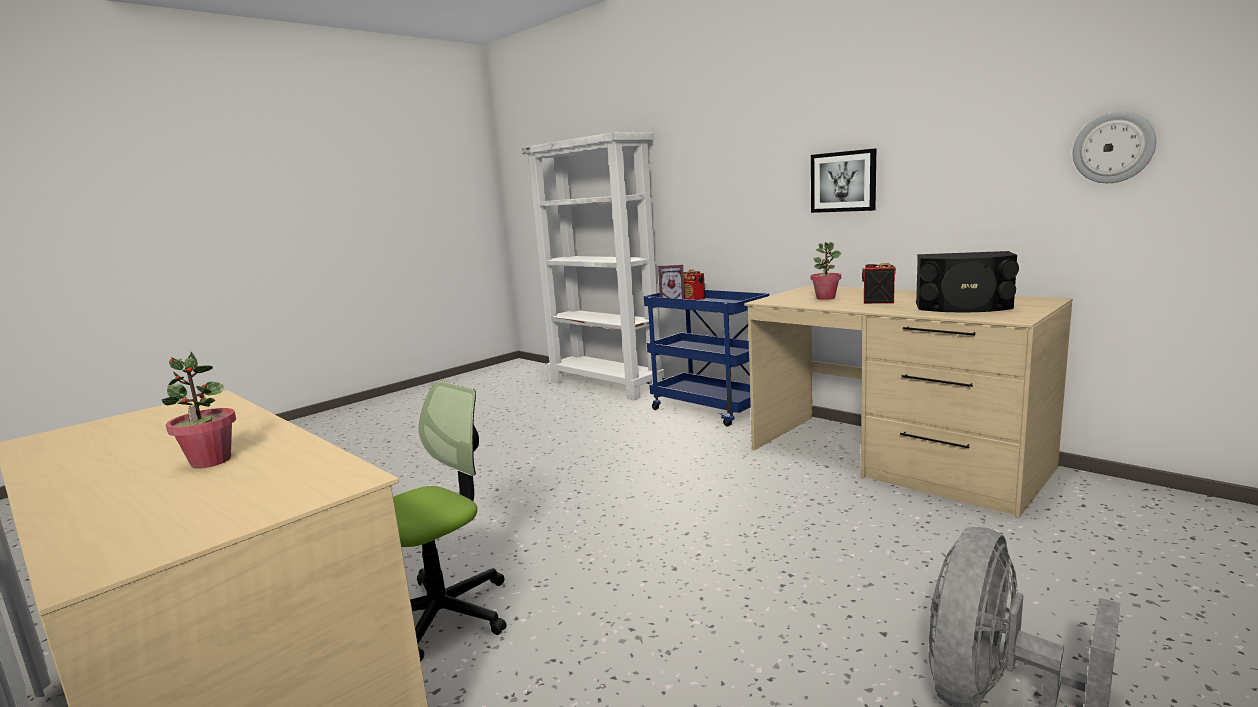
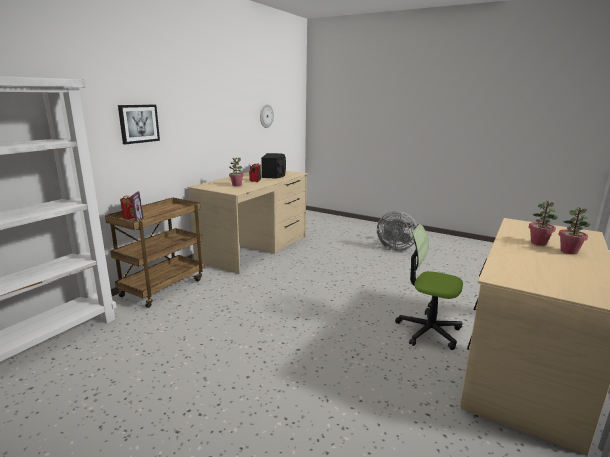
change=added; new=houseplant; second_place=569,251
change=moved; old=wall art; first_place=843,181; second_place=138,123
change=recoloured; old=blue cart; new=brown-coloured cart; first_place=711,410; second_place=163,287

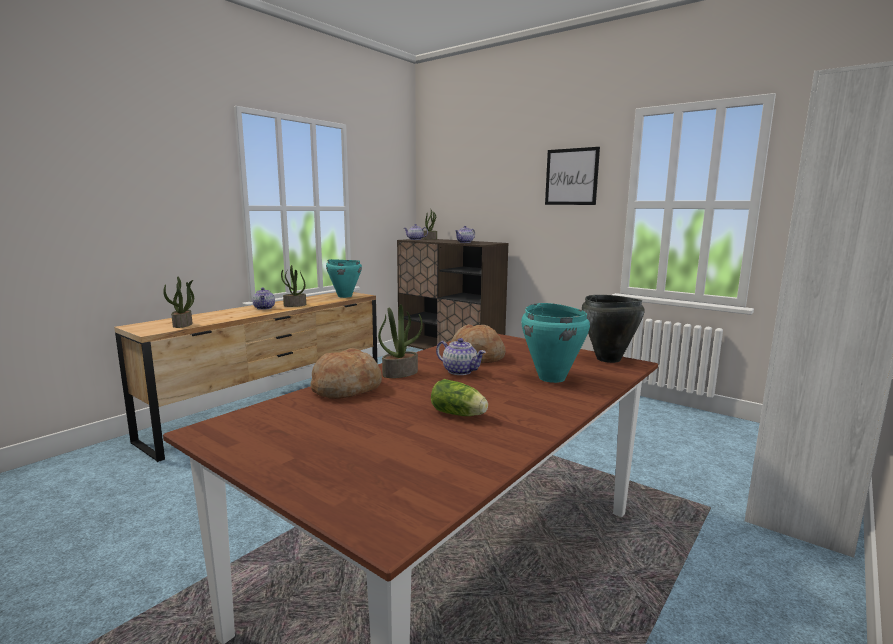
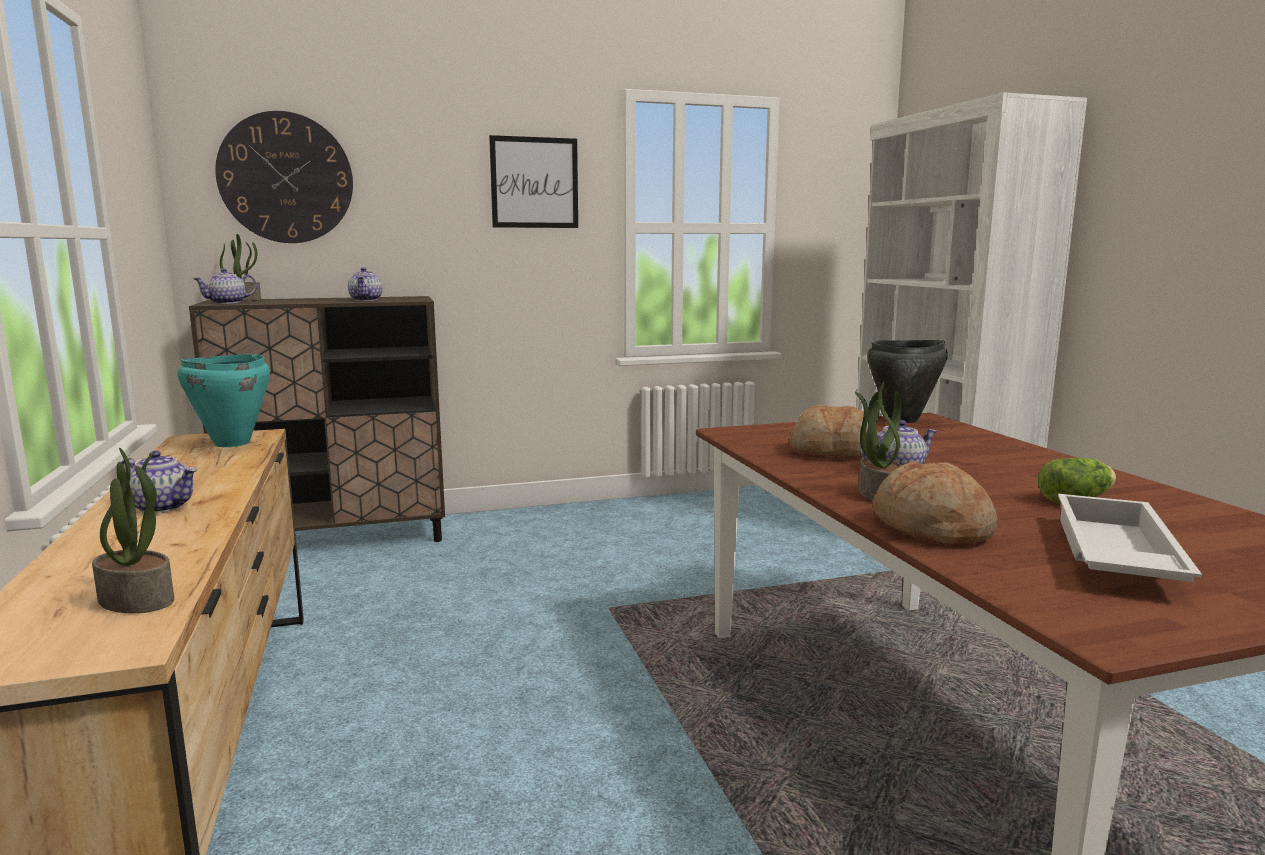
change=removed; old=houseplant; first_place=294,305
change=removed; old=turquoise-coloured cooking pot; first_place=552,378
change=added; new=hanging clock; second_place=286,178
change=added; new=whitish tray; second_place=1112,555

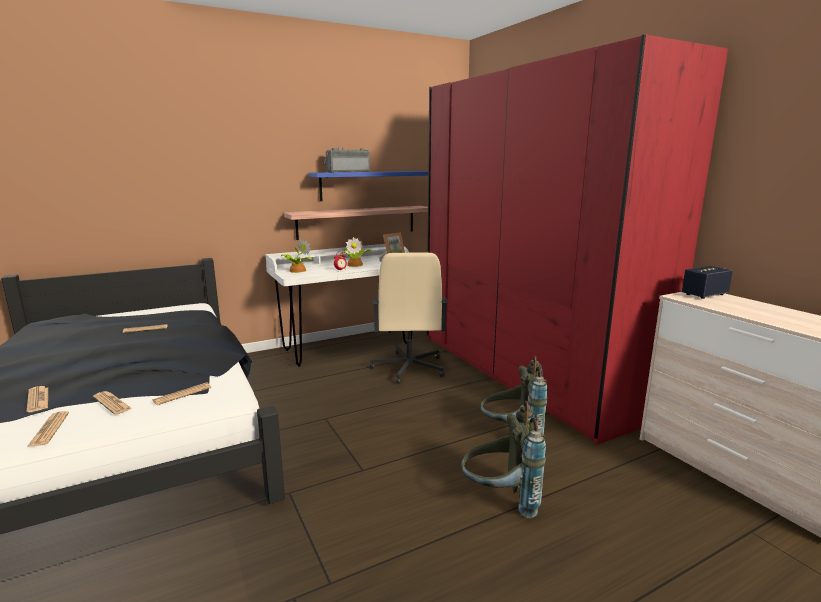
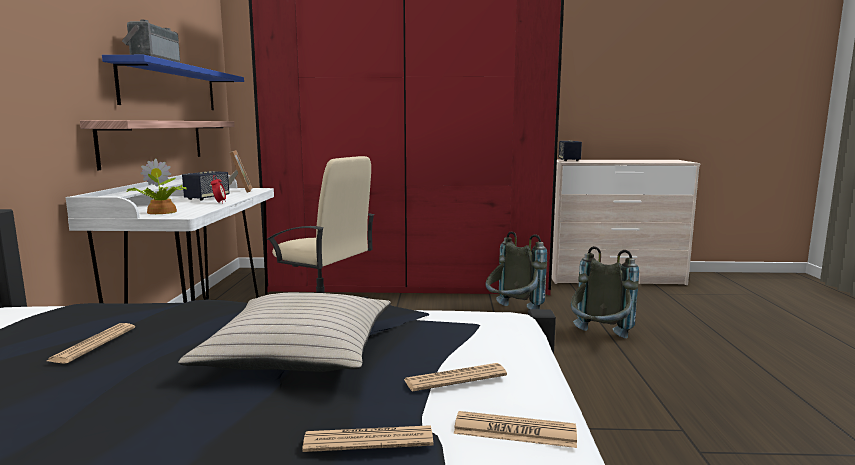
change=removed; old=daily paper; first_place=182,394
change=added; new=beige pillow; second_place=299,352
change=replaced; old=houseplant; new=speaker; first_place=355,264; second_place=207,198

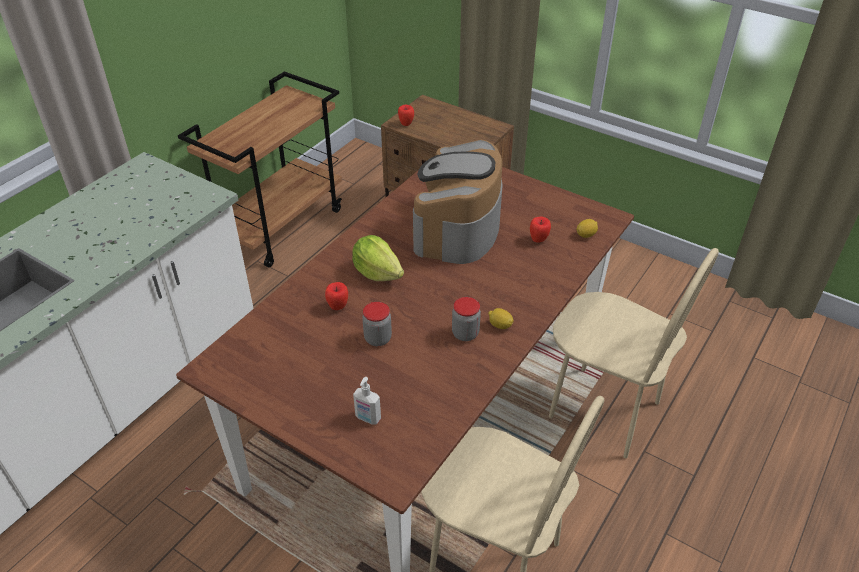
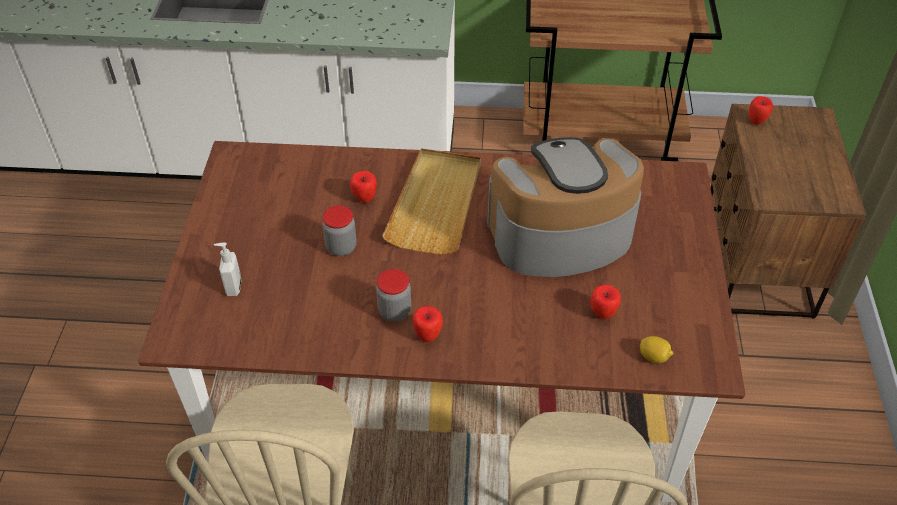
change=replaced; old=lettuce; new=beige tray; first_place=377,272; second_place=436,204
change=replaced; old=whole lemon; new=apple; first_place=500,325; second_place=428,336

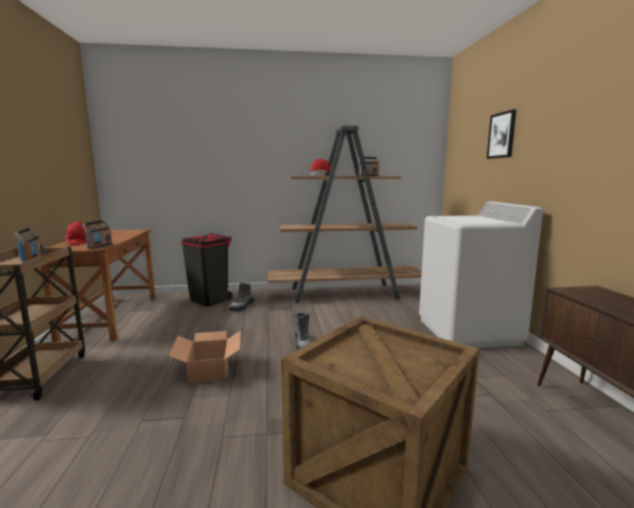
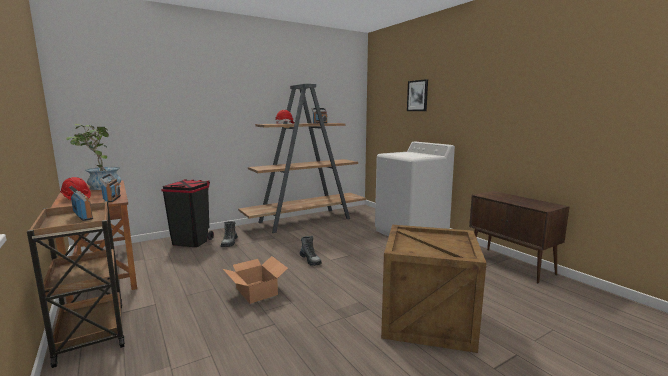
change=added; new=houseplant; second_place=100,187

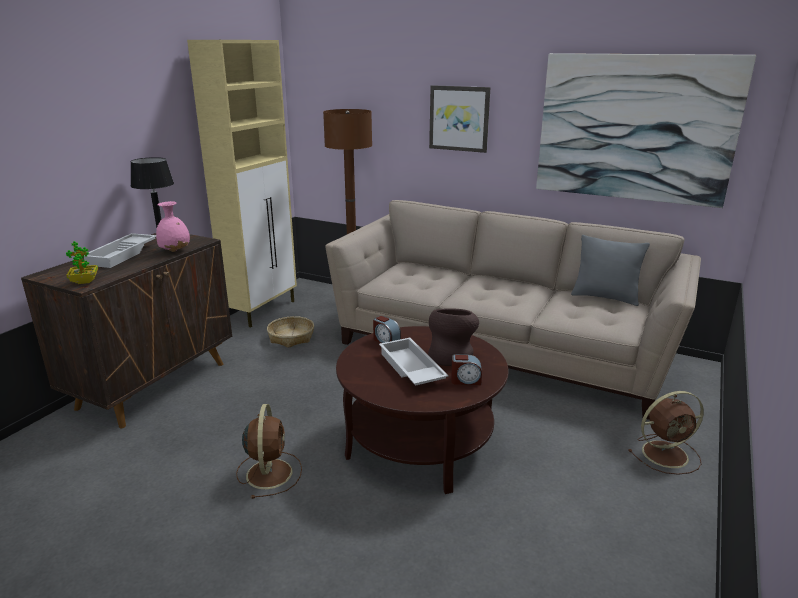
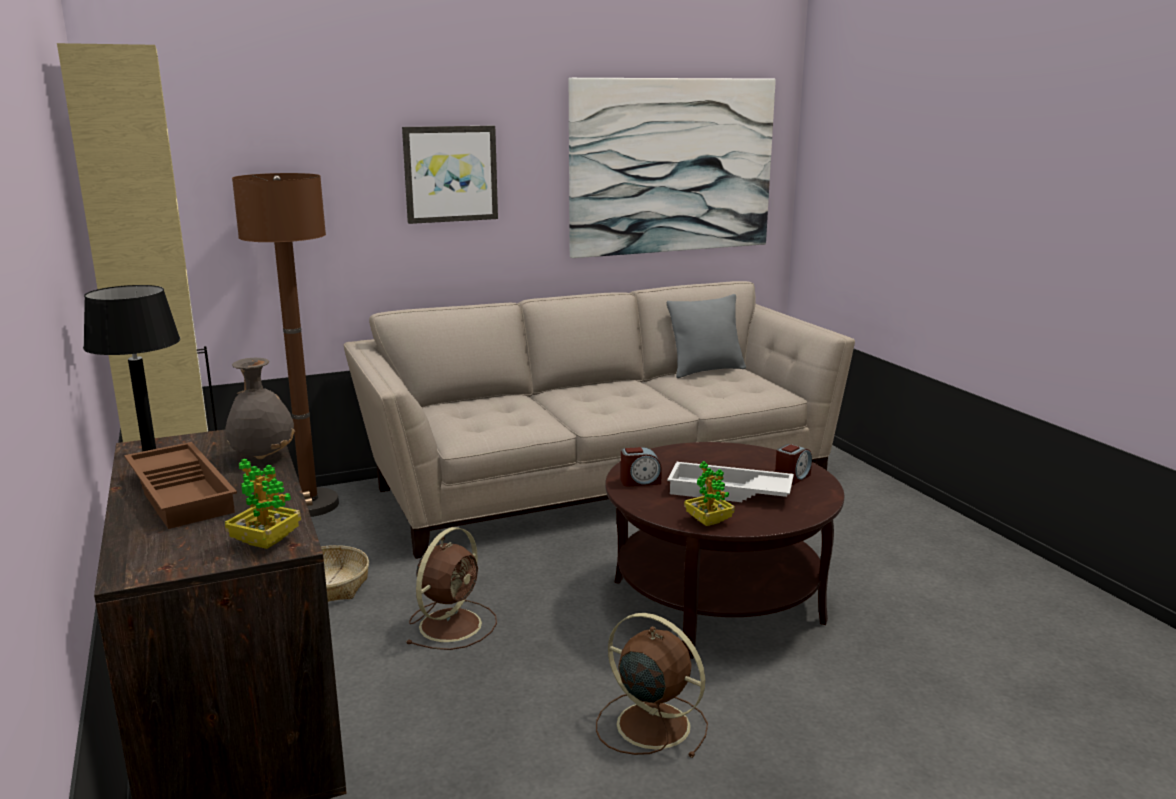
change=removed; old=brown-coloured decorative vase; first_place=451,355
change=added; new=houseplant; second_place=708,521
change=moved; old=brown-coloured fan; first_place=666,454; second_place=452,624
change=recoloured; old=whitish tray; new=brown-coloured tray; first_place=123,255; second_place=184,493
change=recoloured; old=pink decorative vase; new=grey decorative vase; first_place=175,251; second_place=263,456

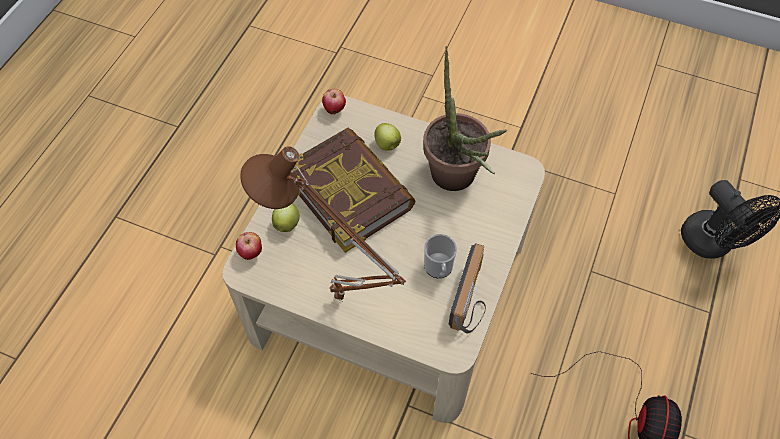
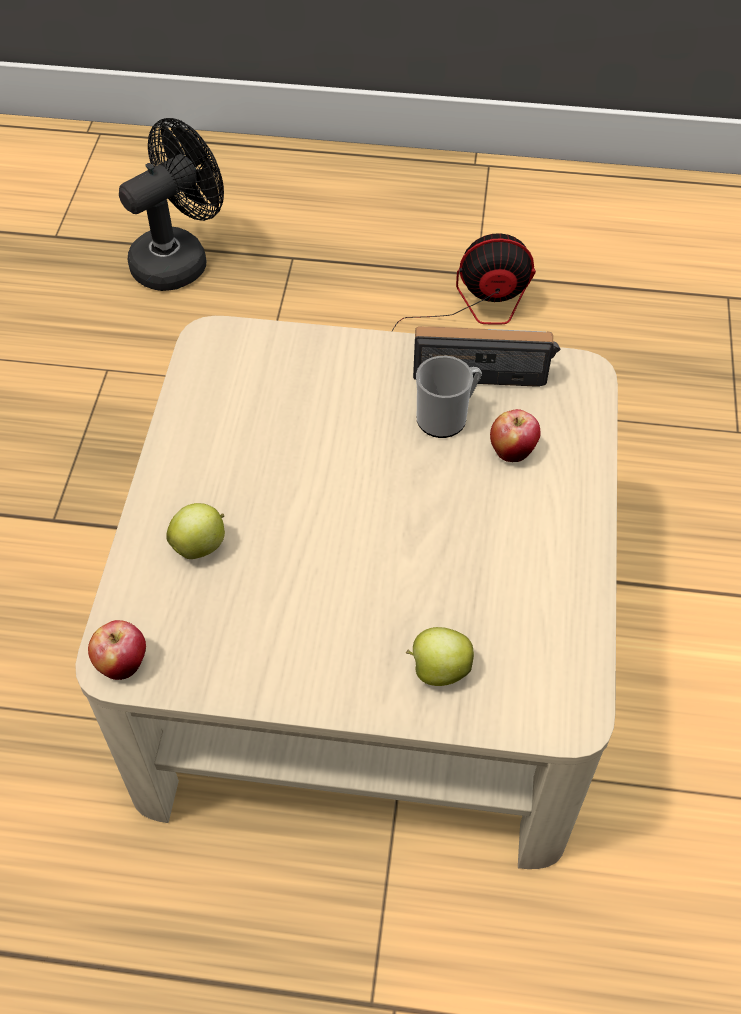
change=removed; old=brown-coloured tabletop lamp; first_place=336,302
change=removed; old=volume; first_place=349,192
change=removed; old=houseplant; first_place=456,181
change=moved; old=apple; first_place=251,253; second_place=512,451

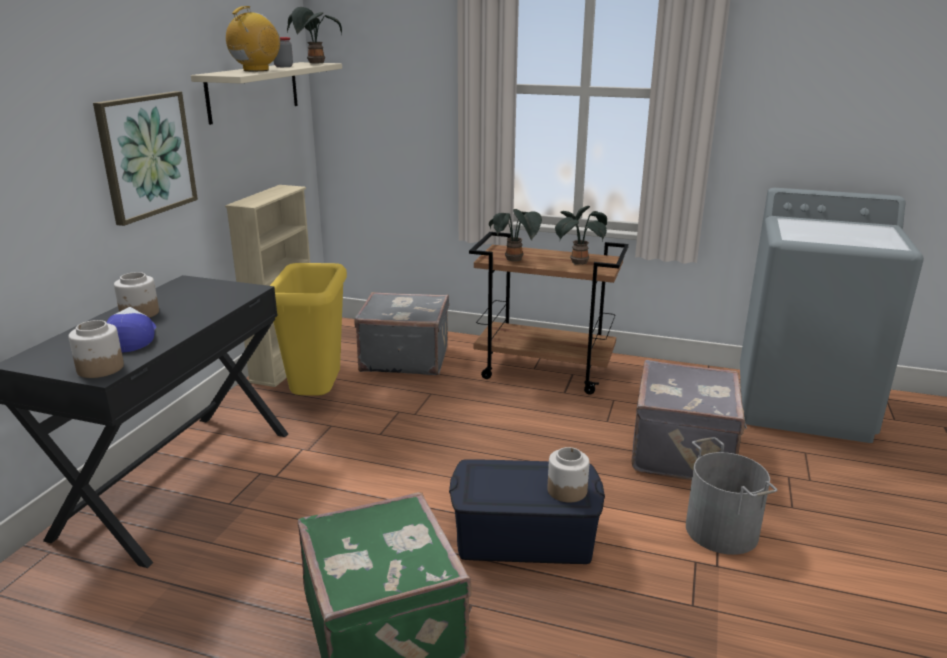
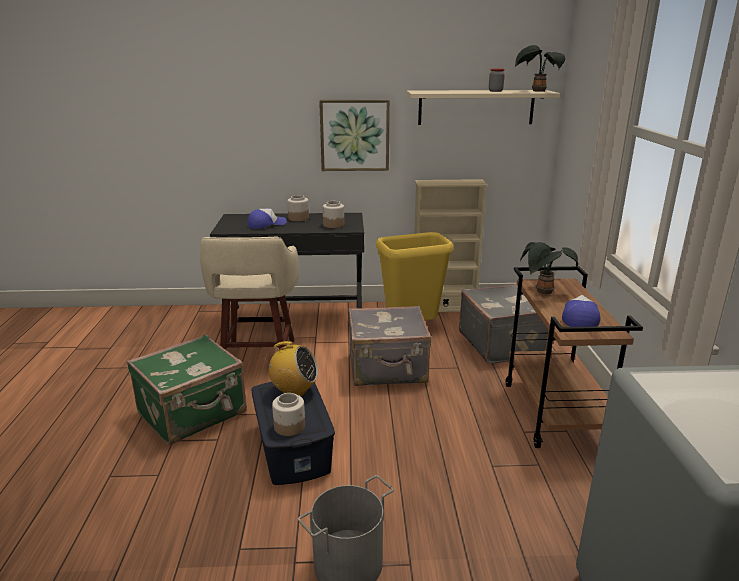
change=added; new=beige sitting stool; second_place=258,357
change=moved; old=storage jar; first_place=100,368; second_place=333,225
change=moved; old=radio receiver; first_place=255,70; second_place=294,391
change=moved; old=grey piece of luggage; first_place=684,451; second_place=388,369
change=replaced; old=houseplant; new=cap; first_place=578,262; second_place=579,318

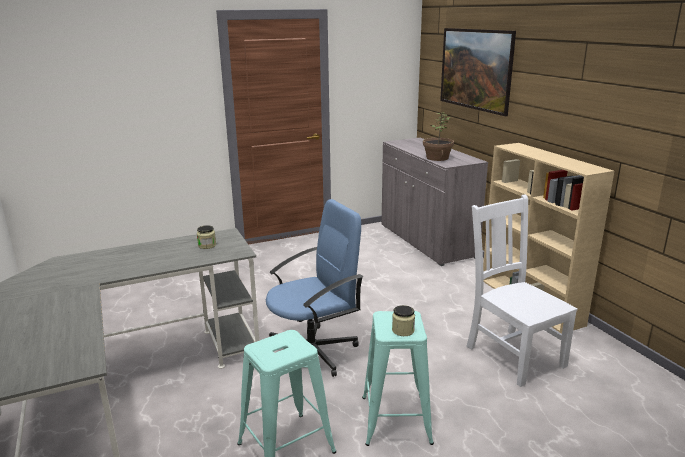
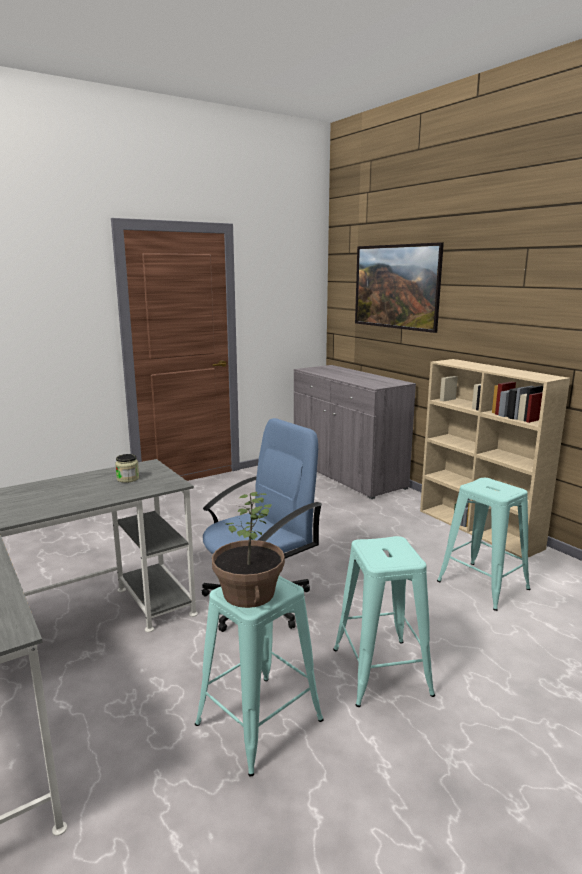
change=removed; old=storage jar; first_place=403,330
change=moved; old=houseplant; first_place=437,158; second_place=248,593
change=replaced; old=whitish upright chair; new=turquoise-coloured sitting stool; first_place=512,354; second_place=482,585

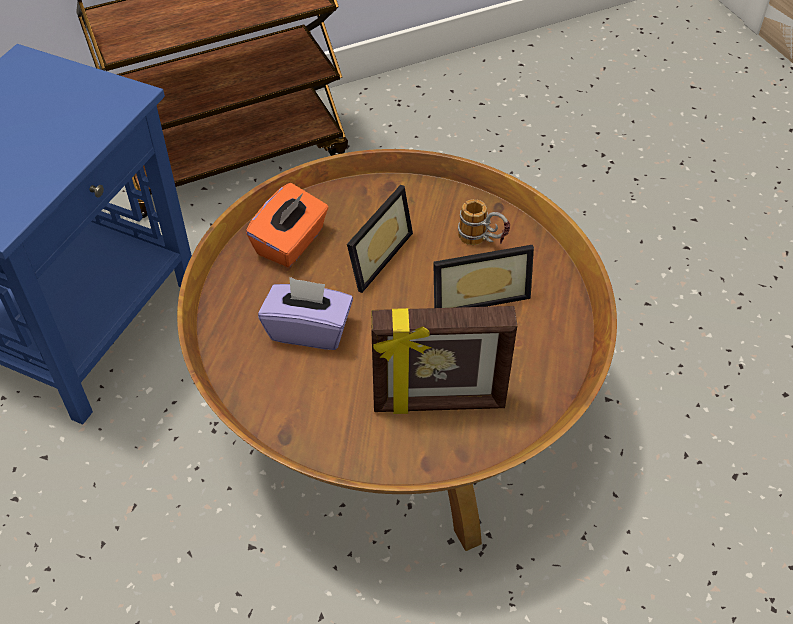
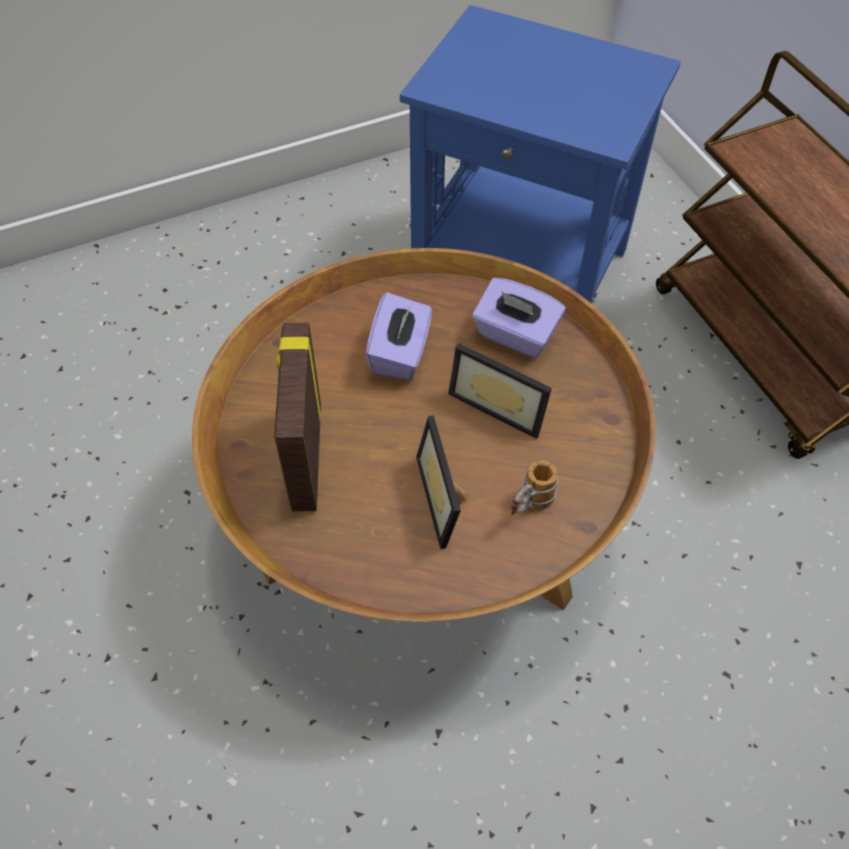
change=recoloured; old=orange tissue box; new=purplish tissue box; first_place=291,243; second_place=515,335

